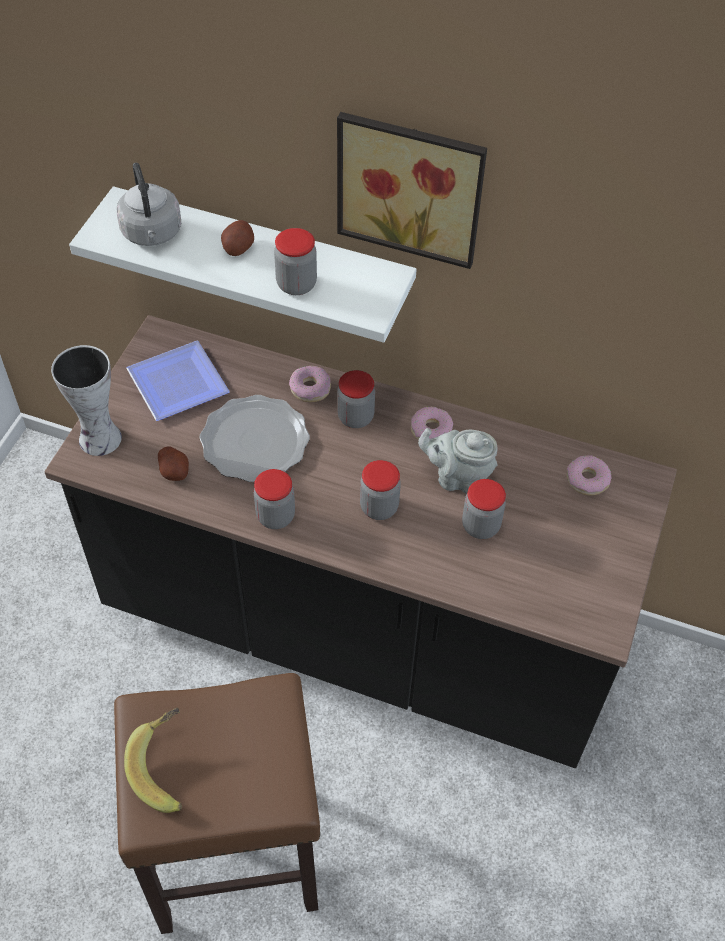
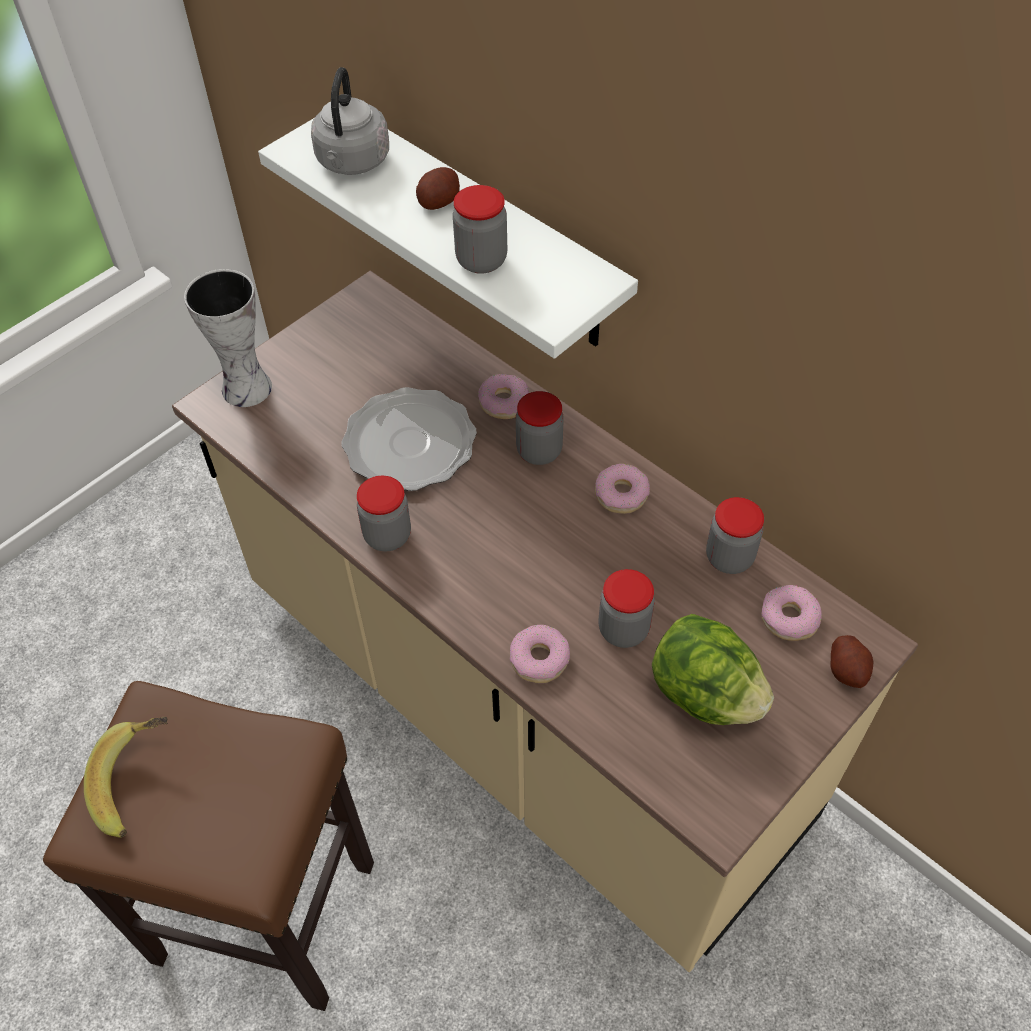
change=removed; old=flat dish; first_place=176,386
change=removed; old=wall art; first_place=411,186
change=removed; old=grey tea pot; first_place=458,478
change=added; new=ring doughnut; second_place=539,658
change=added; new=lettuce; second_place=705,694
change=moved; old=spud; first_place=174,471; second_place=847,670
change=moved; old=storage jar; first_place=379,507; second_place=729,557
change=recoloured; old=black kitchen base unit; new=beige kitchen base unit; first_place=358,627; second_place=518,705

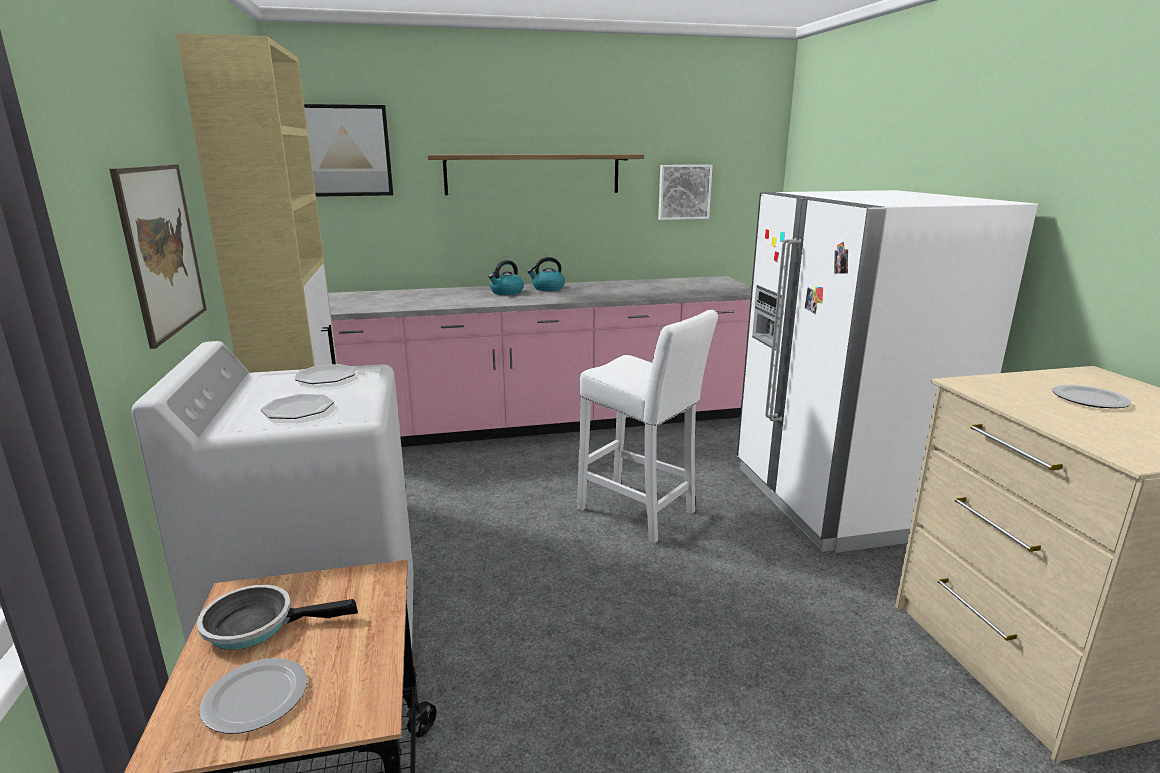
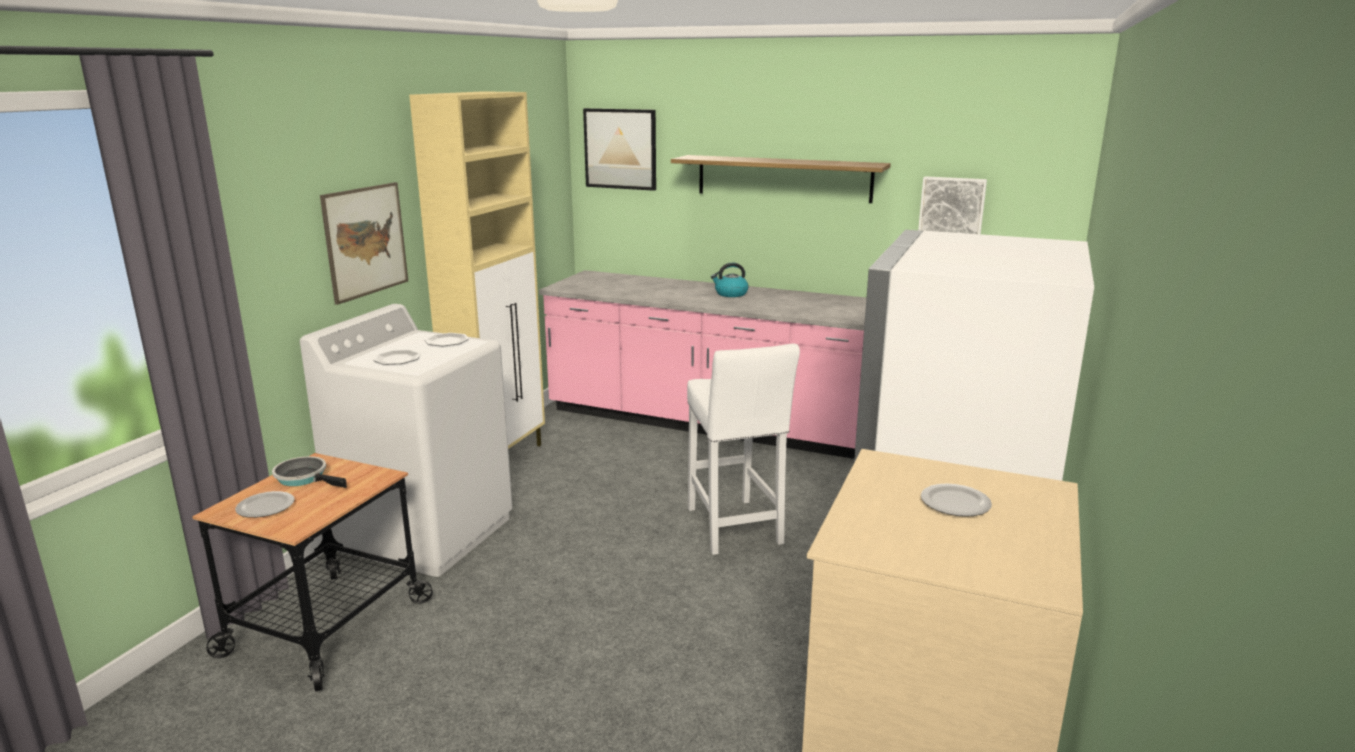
change=removed; old=kettle; first_place=547,288

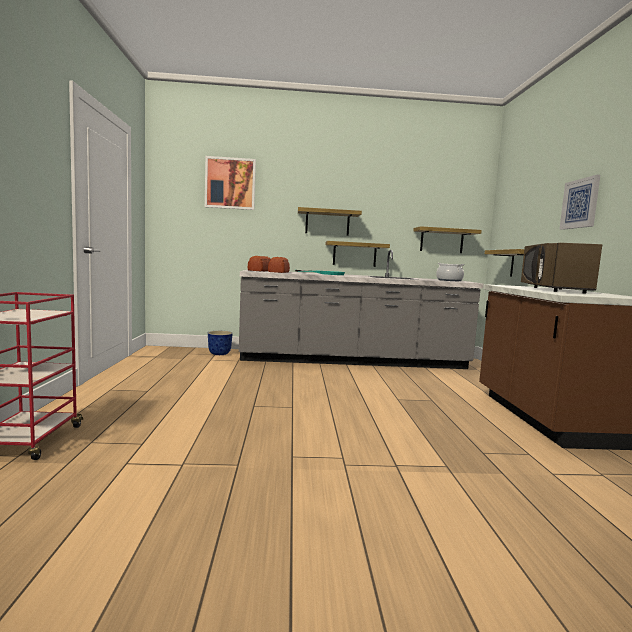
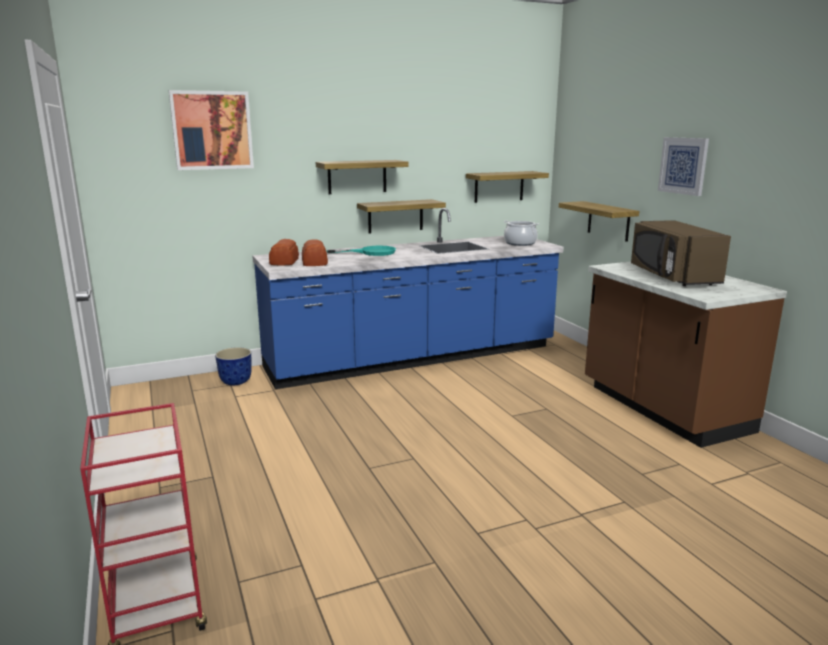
change=recoloured; old=grey kitchen base unit; new=blue kitchen base unit; first_place=353,360; second_place=413,358

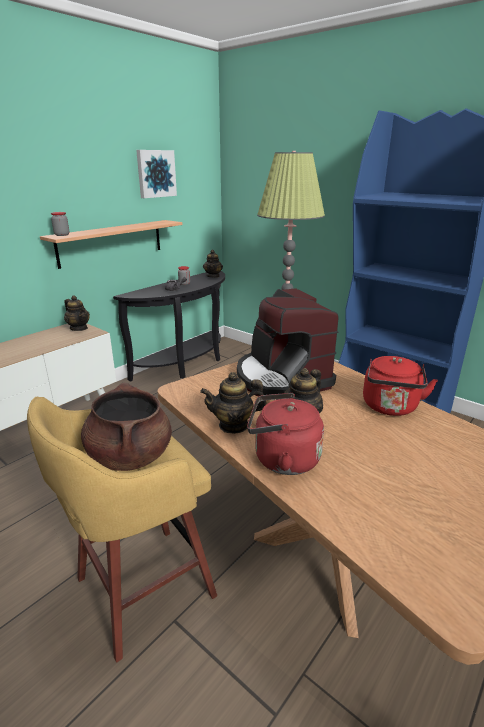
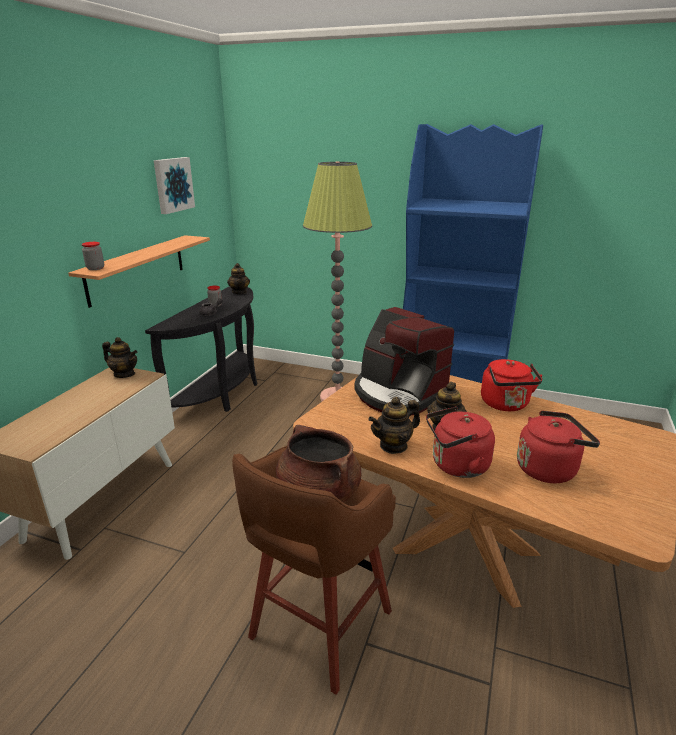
change=added; new=reddish kettle; second_place=549,469
change=recoloured; old=yellowish sitting stool; new=brown-coloured sitting stool; first_place=140,589; second_place=318,627

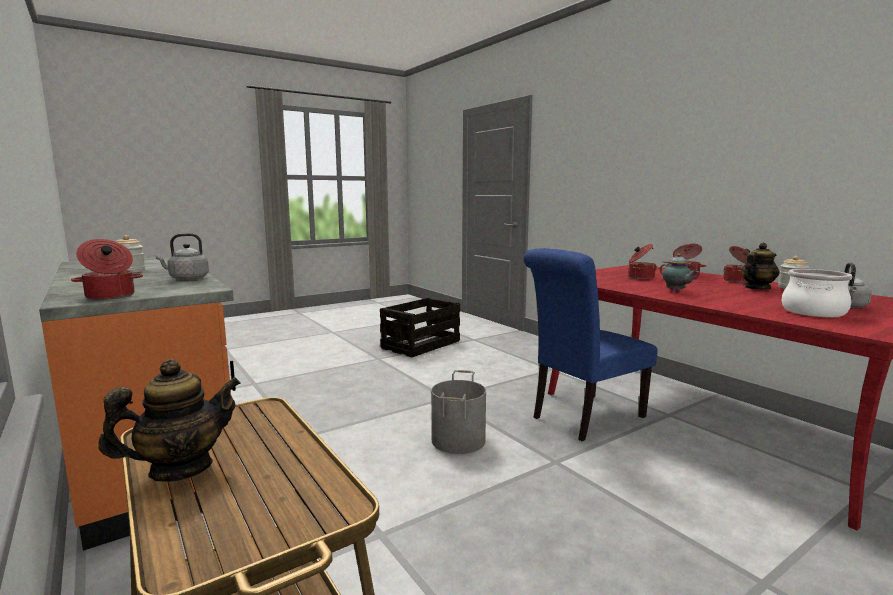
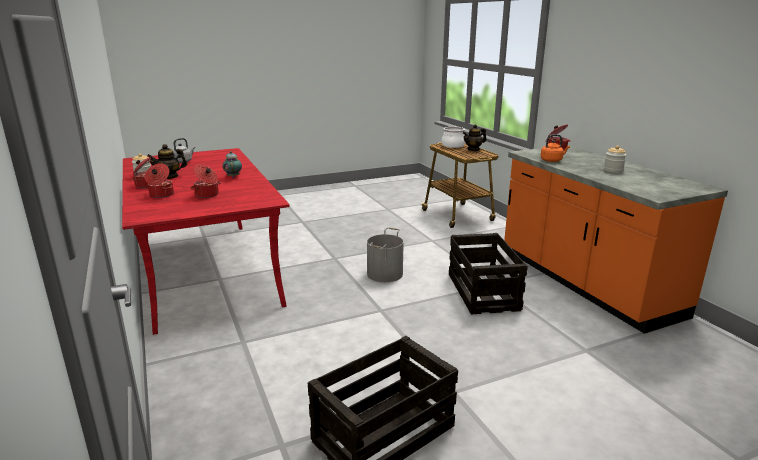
change=removed; old=blue upright chair; first_place=583,418
change=added; new=crate; second_place=483,292
change=moved; old=cooking pot; first_place=812,312; second_place=453,145
change=recoloured; old=grey kettle; new=orange kettle; first_place=187,278; second_place=552,160

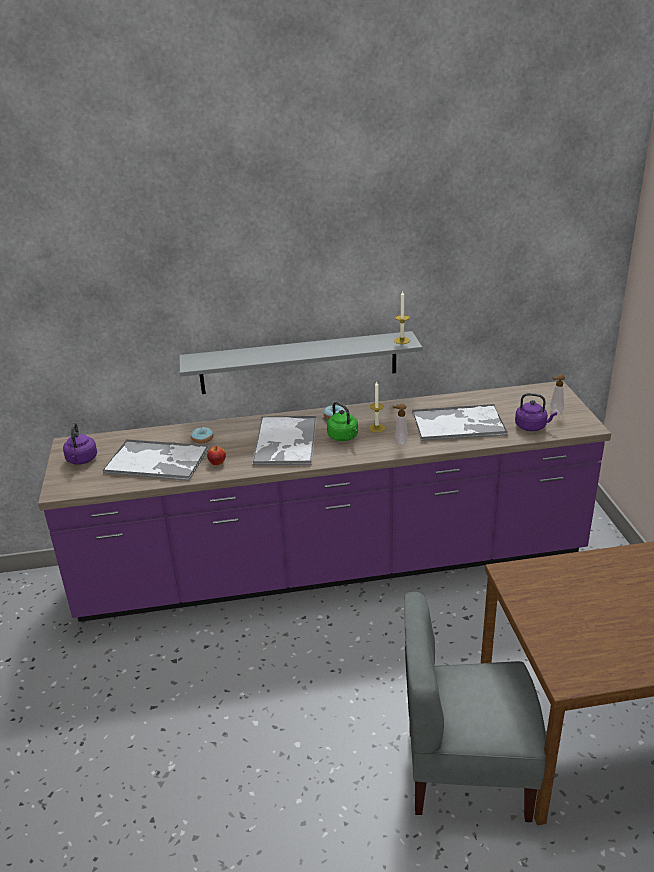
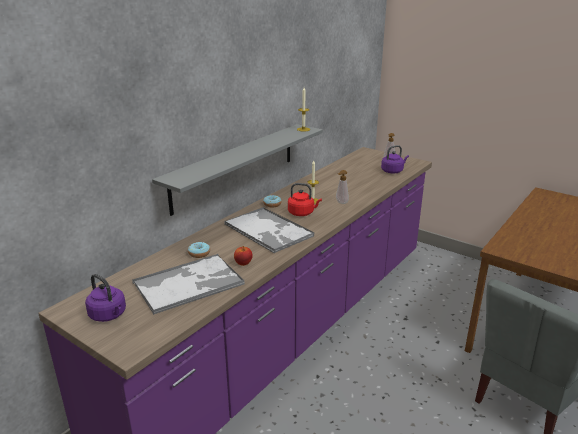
change=removed; old=tray; first_place=459,424
change=recoloured; old=green-coloured kettle; new=reddish kettle; first_place=344,437; second_place=302,213

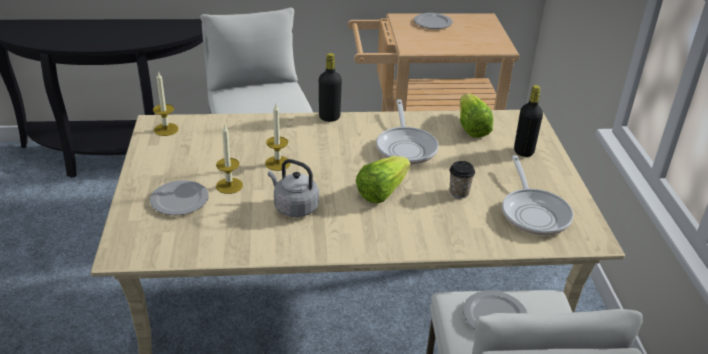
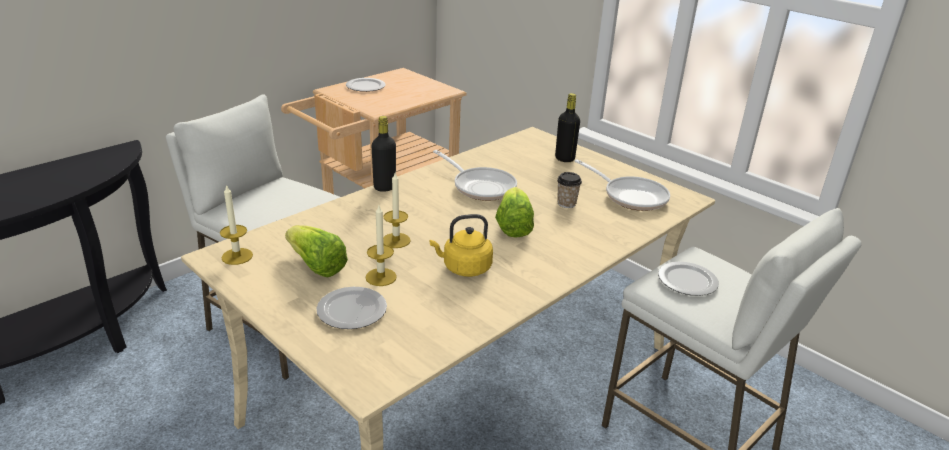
change=moved; old=lettuce; first_place=471,128; second_place=316,266
change=recoloured; old=grey kettle; new=yellowish kettle; first_place=294,207; second_place=464,268

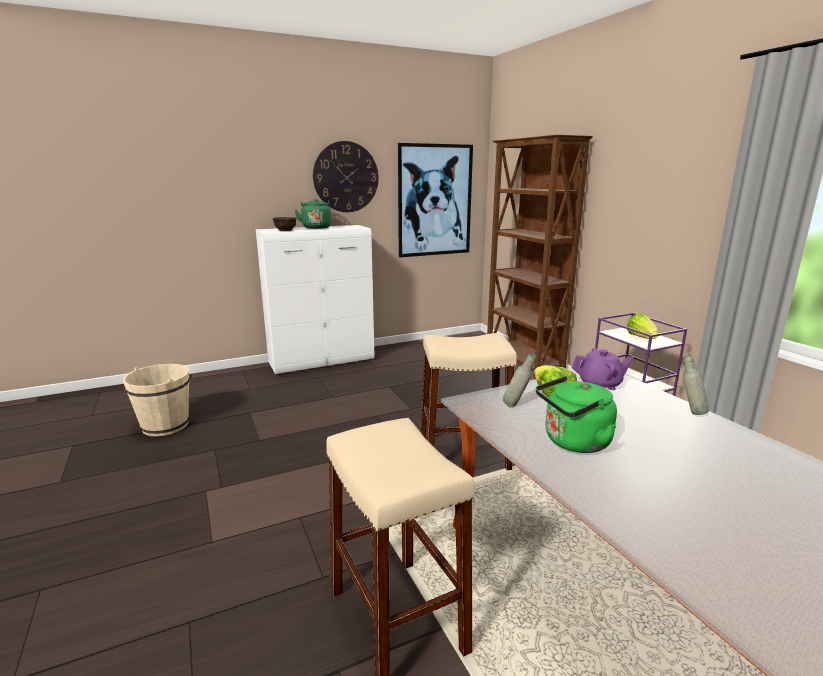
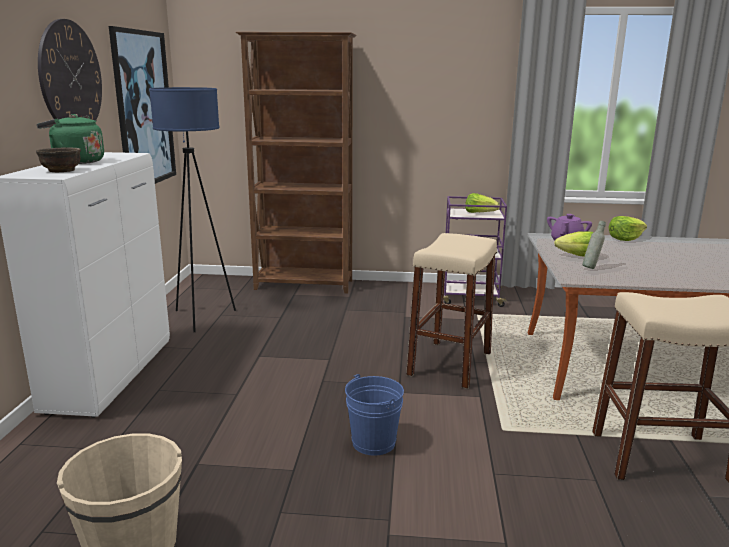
change=removed; old=green-coloured kettle; first_place=573,442
change=added; new=blue standing lamp; second_place=201,317
change=added; new=blue water bucket; second_place=373,442
change=replaced; old=grey drink bottle; new=lettuce; first_place=690,412; second_place=625,238

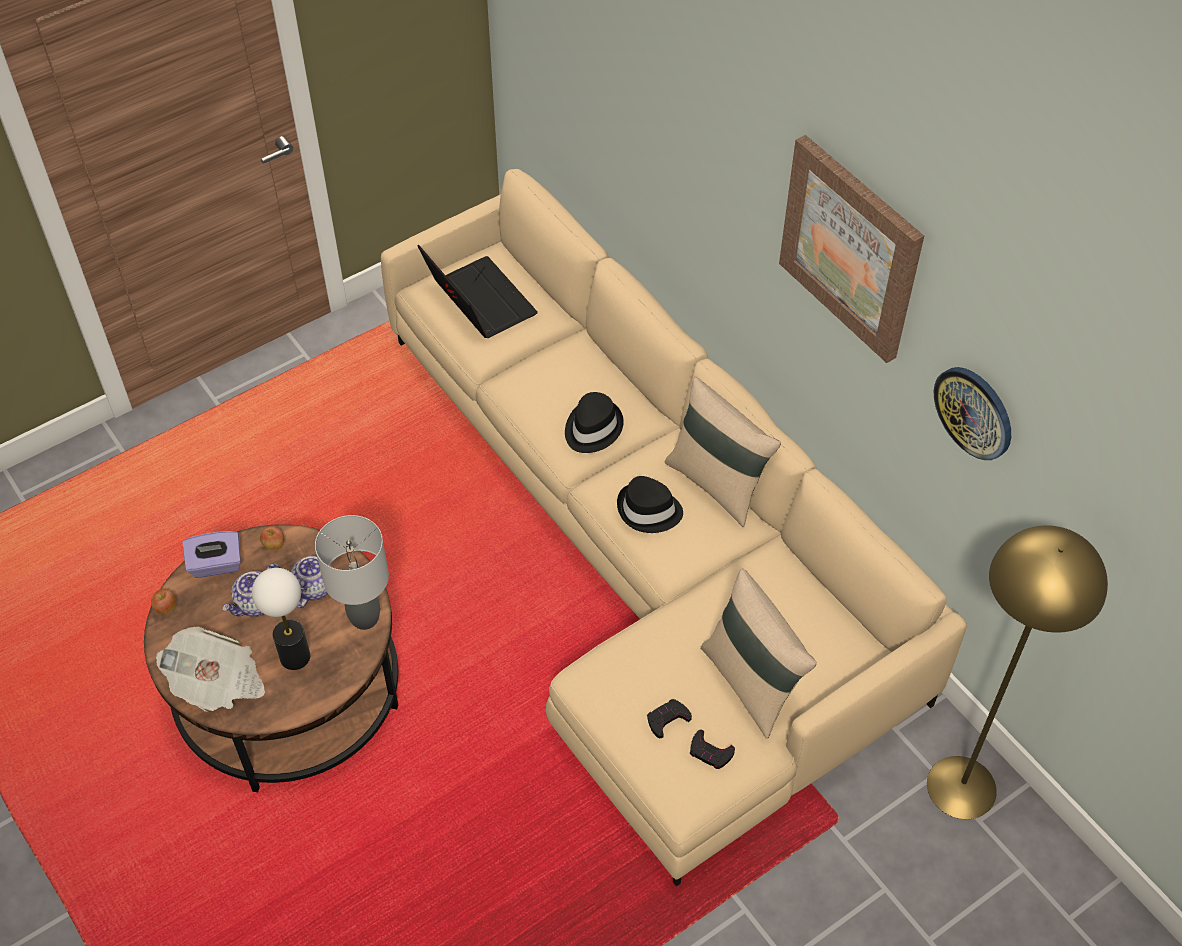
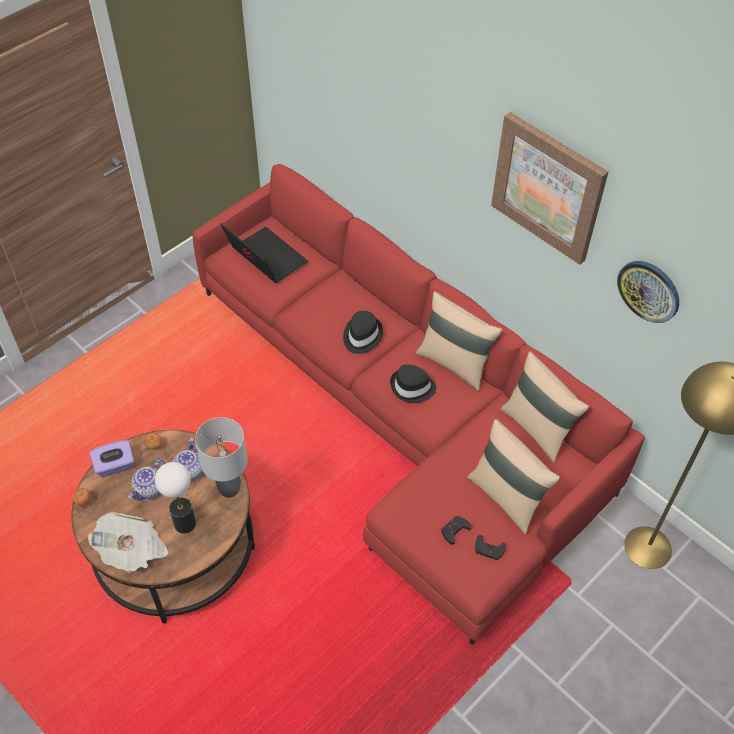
change=added; new=beige pillow; second_place=537,428
change=recoloured; old=beige couch; new=reddish couch; first_place=644,550; second_place=403,415

